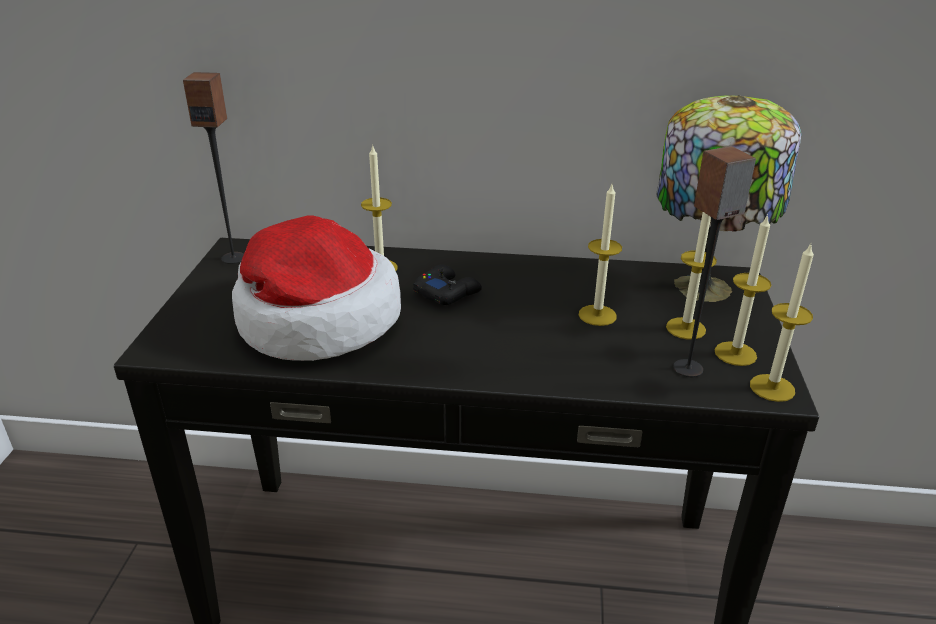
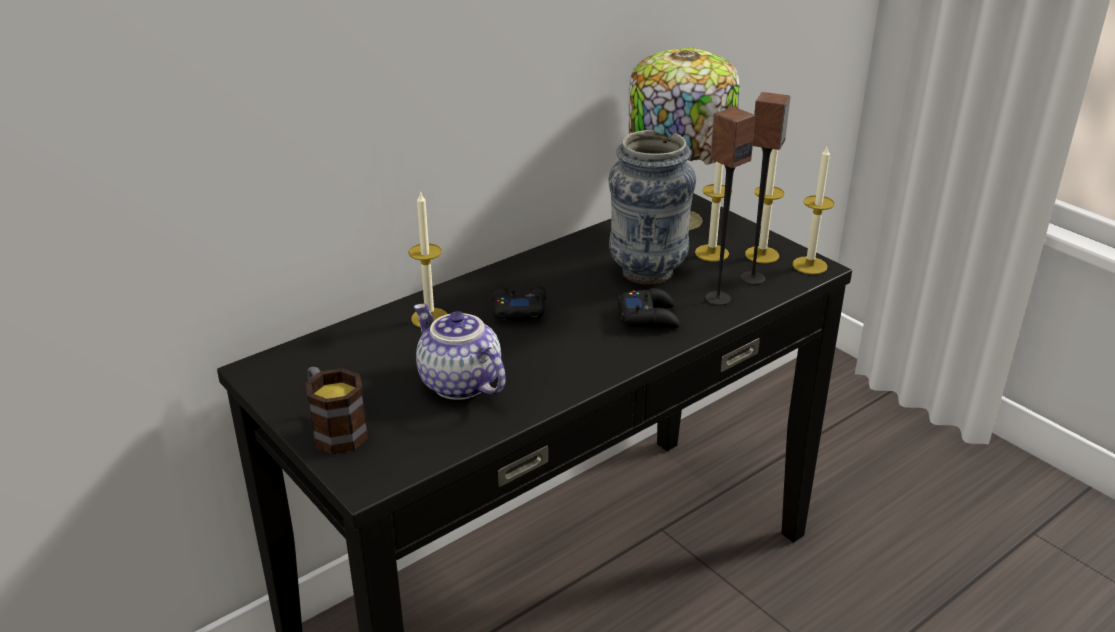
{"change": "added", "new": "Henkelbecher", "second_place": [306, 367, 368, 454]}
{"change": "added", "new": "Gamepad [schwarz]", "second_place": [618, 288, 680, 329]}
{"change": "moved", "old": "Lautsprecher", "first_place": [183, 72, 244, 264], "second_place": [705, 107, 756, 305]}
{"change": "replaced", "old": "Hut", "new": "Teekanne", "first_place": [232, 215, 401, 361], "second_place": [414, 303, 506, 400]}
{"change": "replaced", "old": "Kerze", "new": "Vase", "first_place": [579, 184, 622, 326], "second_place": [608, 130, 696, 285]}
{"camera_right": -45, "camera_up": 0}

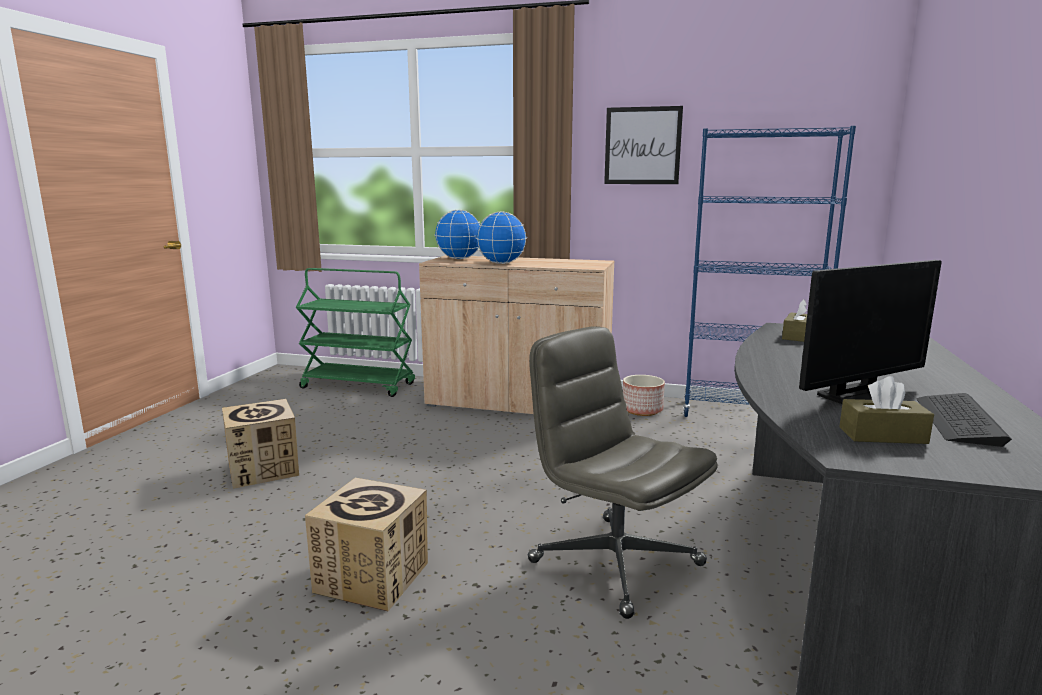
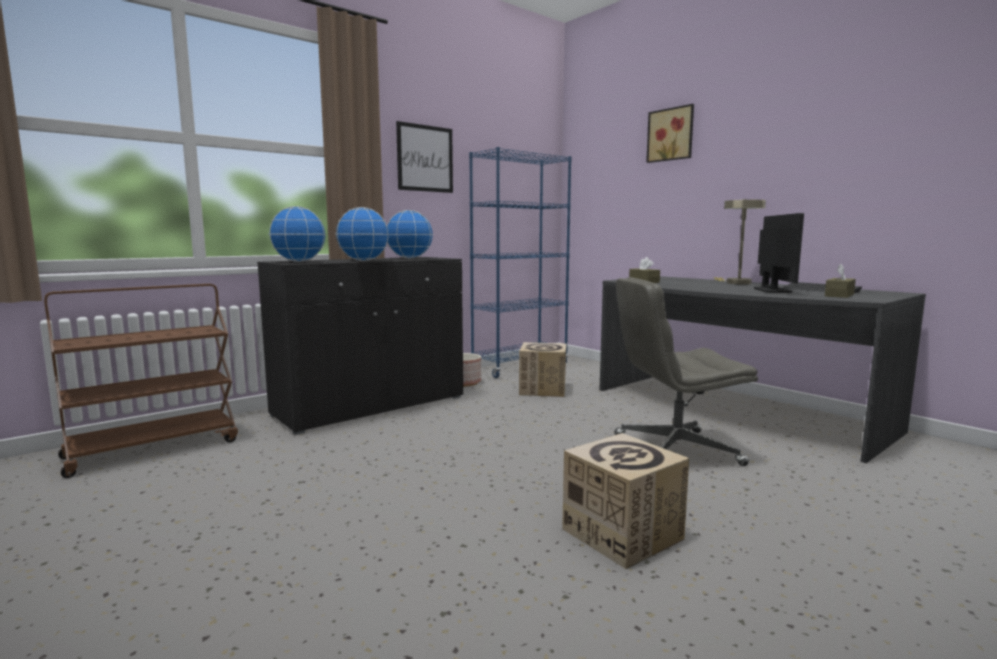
{"change": "added", "new": "Globus", "second_place": [387, 210, 433, 258]}
{"change": "added", "new": "Bild", "second_place": [646, 104, 694, 163]}
{"change": "added", "new": "Tischlampe [beige]", "second_place": [714, 199, 766, 284]}
{"change": "moved", "old": "Karton", "first_place": [222, 399, 299, 489], "second_place": [519, 342, 567, 397]}
{"change": "recoloured", "old": "Rollwagen [grün]", "new": "Rollwagen [braun]", "first_place": [296, 268, 415, 397], "second_place": [44, 284, 238, 478]}
{"change": "recoloured", "old": "Schrank [beige]", "new": "Schrank [schwarz]", "first_place": [419, 255, 614, 414], "second_place": [257, 257, 463, 435]}
{"camera_right": -55, "camera_up": -5}

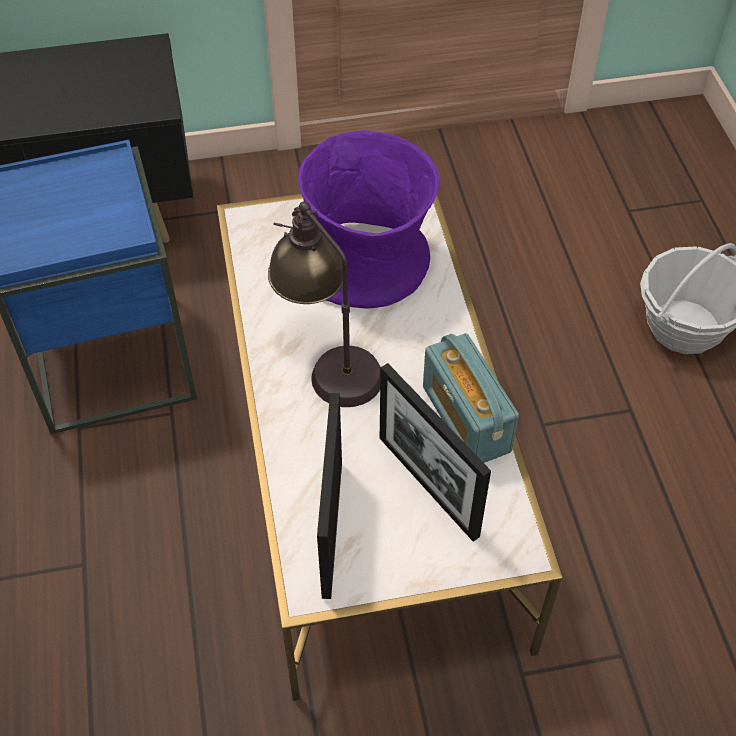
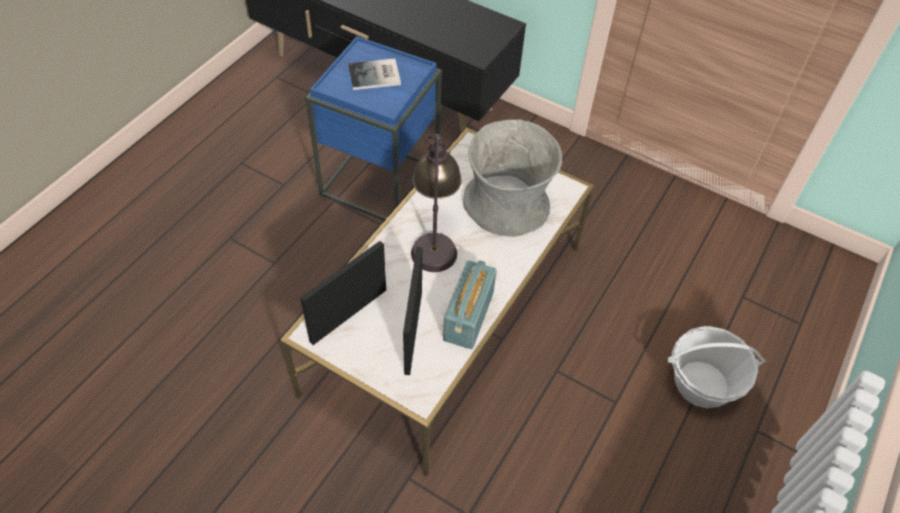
{"change": "added", "new": "Buch", "second_place": [348, 58, 401, 90]}
{"change": "recoloured", "old": "Vase [lila]", "new": "Vase [grau]", "first_place": [298, 130, 439, 309], "second_place": [463, 119, 562, 237]}
{"camera_right": 40, "camera_up": 0}

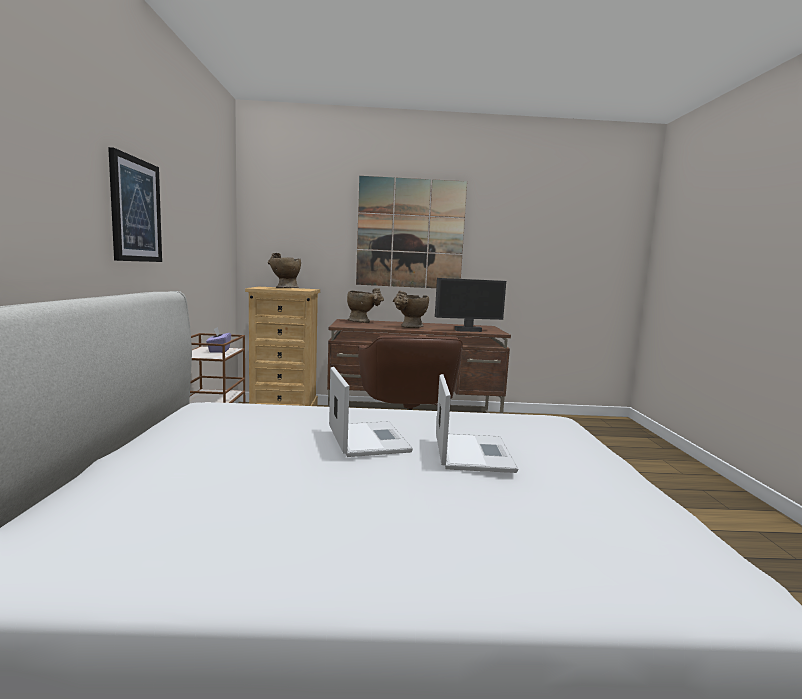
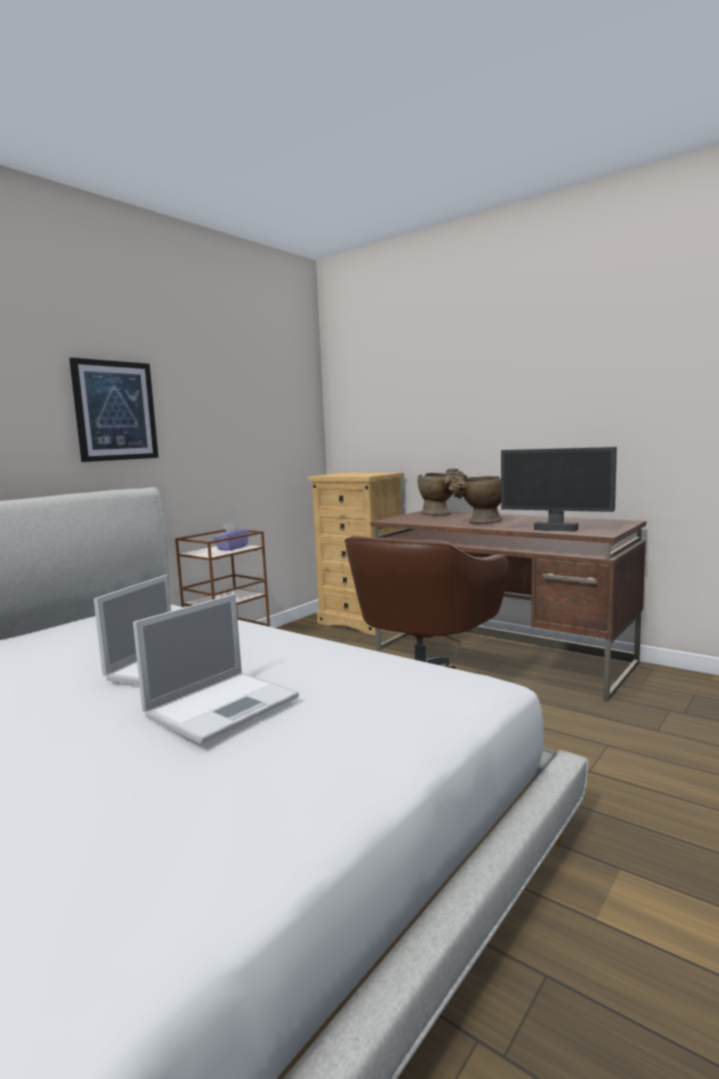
{"change": "removed", "old": "Vase [beige]", "first_place": [268, 253, 301, 288]}
{"change": "removed", "old": "Bild", "first_place": [356, 176, 467, 288]}
{"camera_right": 40, "camera_up": 0}

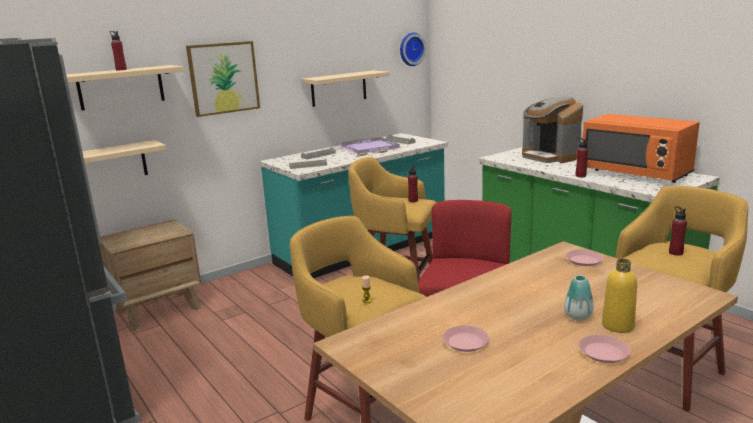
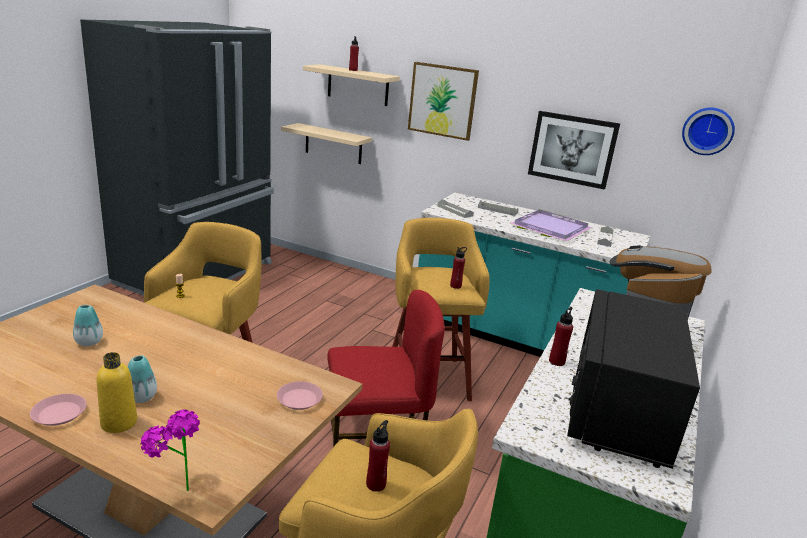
{"change": "removed", "old": "Nachttisch [braun]", "first_place": [99, 219, 201, 331]}
{"change": "added", "new": "Topfpflanze", "second_place": [140, 410, 200, 491]}
{"change": "replaced", "old": "Wandregal [beige]", "new": "Bild", "first_place": [301, 70, 390, 107], "second_place": [528, 111, 620, 190]}
{"change": "replaced", "old": "Teller [rosa]", "new": "Vase", "first_place": [443, 325, 490, 352], "second_place": [73, 305, 103, 346]}
{"change": "recoloured", "old": "Mikrowelle [orange]", "new": "Mikrowelle [schwarz]", "first_place": [583, 114, 700, 183], "second_place": [567, 289, 700, 469]}
{"camera_right": 60, "camera_up": 5}

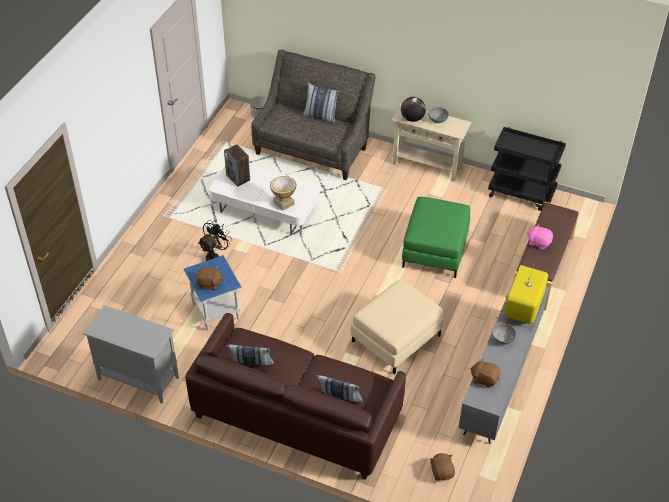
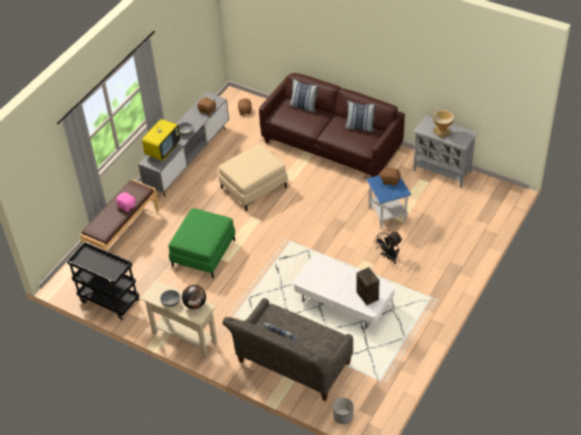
{"change": "moved", "old": "Vase", "first_place": [270, 176, 296, 211], "second_place": [432, 110, 454, 138]}
{"camera_right": -170, "camera_up": 0}

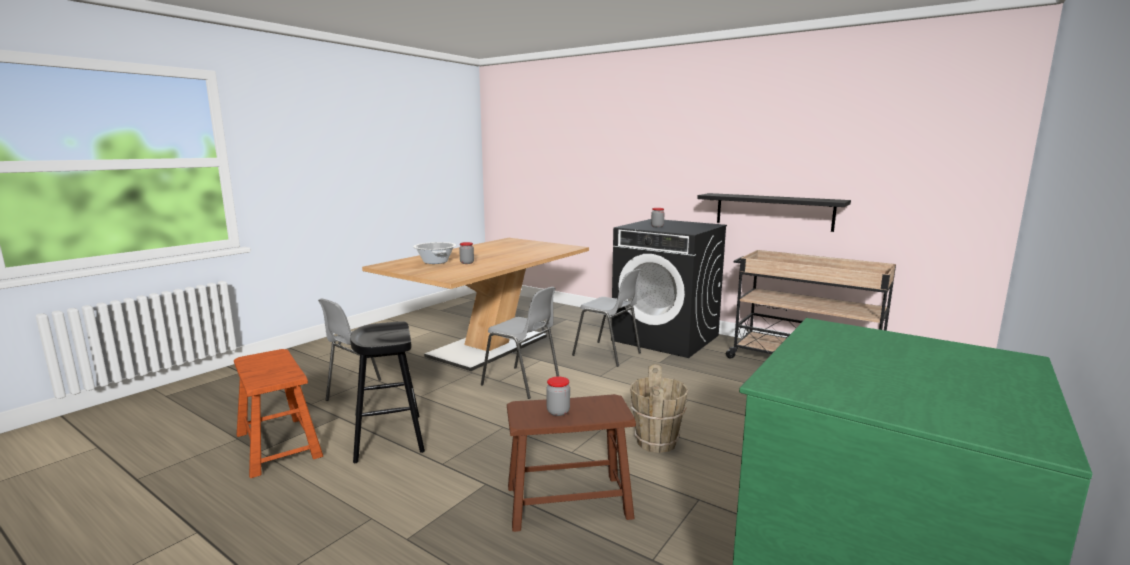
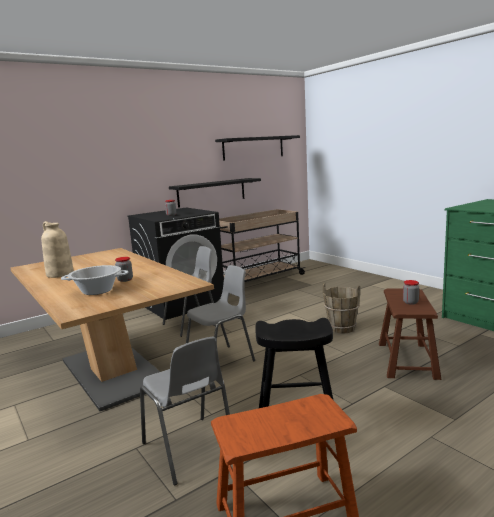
{"change": "added", "new": "Vase [beige]", "second_place": [41, 221, 74, 278]}
{"change": "added", "new": "Wandregal [schwarz]", "second_place": [215, 135, 300, 161]}
{"camera_right": -70, "camera_up": 0}

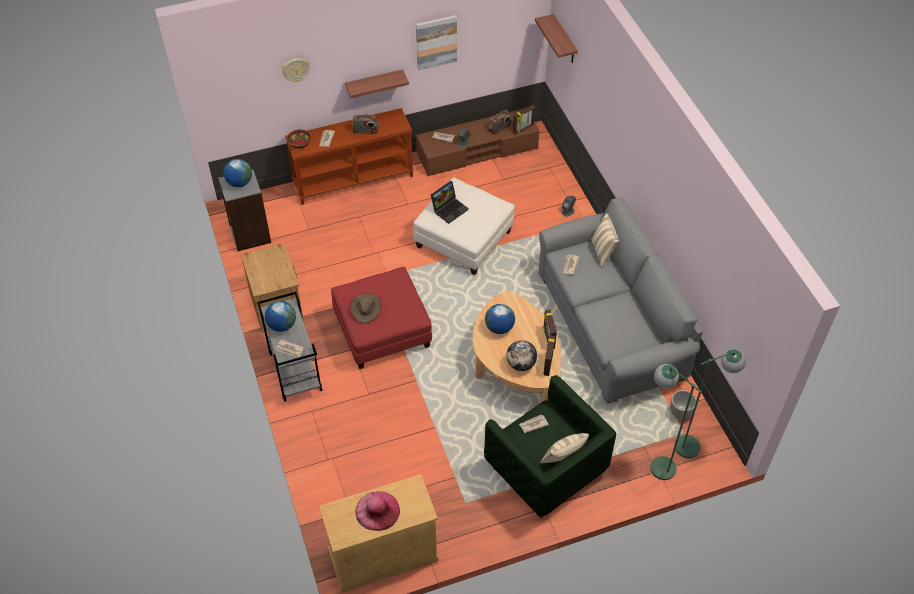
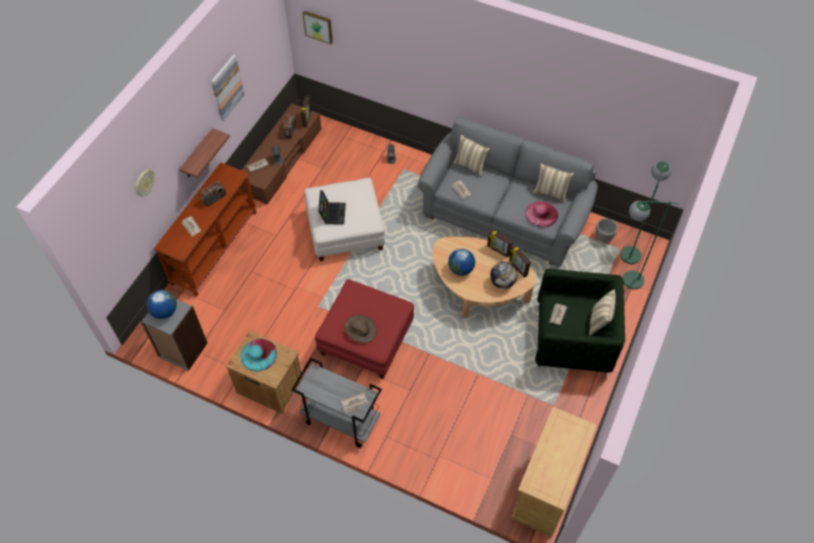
{"change": "removed", "old": "Globus", "first_place": [265, 301, 296, 332]}
{"change": "removed", "old": "Schüssel", "first_place": [287, 129, 311, 149]}
{"change": "added", "new": "Hut [türkis]", "second_place": [240, 339, 277, 371]}
{"change": "added", "new": "Kissen [beige]", "second_place": [533, 163, 574, 203]}
{"change": "moved", "old": "Hut [rosa]", "first_place": [355, 491, 400, 531], "second_place": [525, 201, 558, 228]}
{"change": "replaced", "old": "Wandregal", "new": "Bild", "first_place": [535, 14, 578, 63], "second_place": [303, 11, 333, 44]}
{"camera_right": -45, "camera_up": 5}

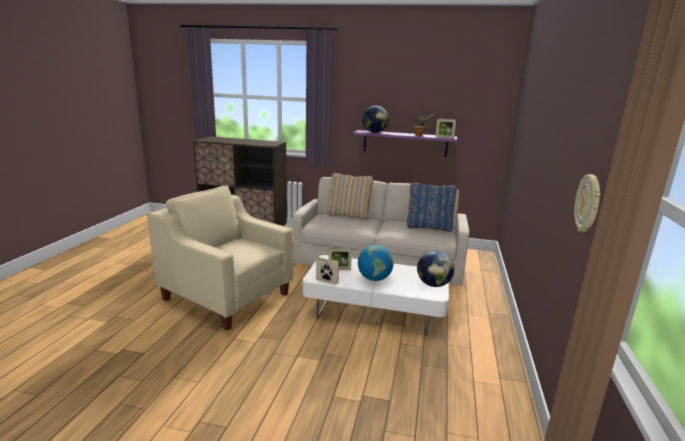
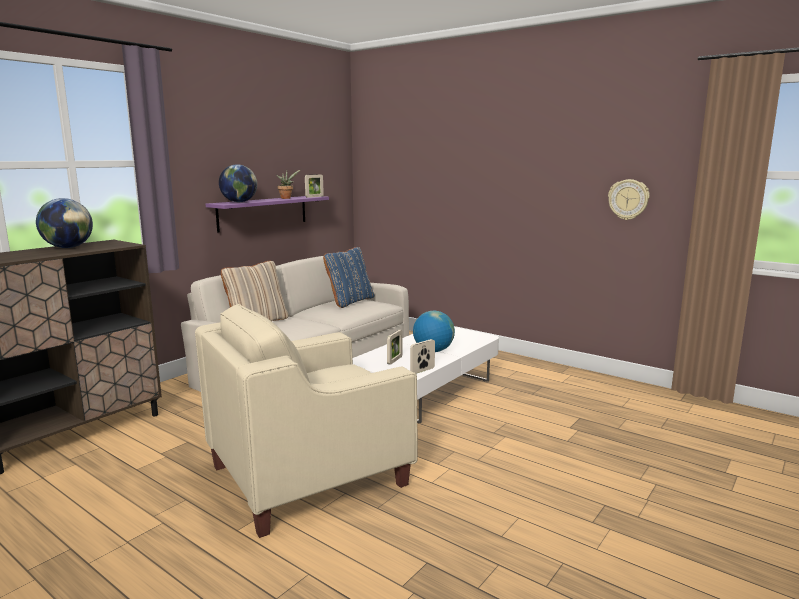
{"change": "moved", "old": "Globus", "first_place": [417, 250, 454, 287], "second_place": [36, 198, 93, 248]}
{"camera_right": -65, "camera_up": -5}

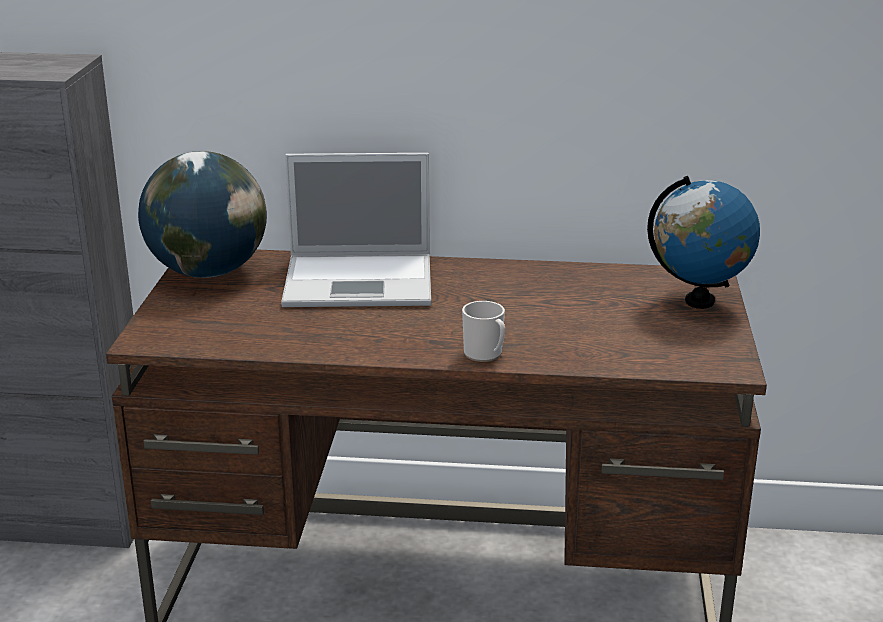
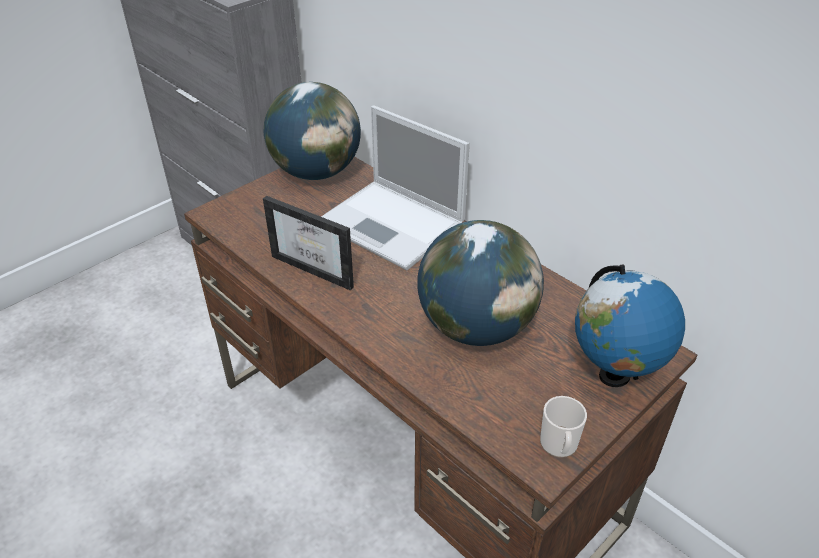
{"change": "added", "new": "Bilderrahmen", "second_place": [263, 196, 354, 291]}
{"change": "added", "new": "Globus", "second_place": [417, 220, 544, 346]}
{"change": "moved", "old": "Henkelbecher", "first_place": [462, 301, 505, 362], "second_place": [540, 396, 587, 458]}
{"camera_right": 40, "camera_up": 15}

